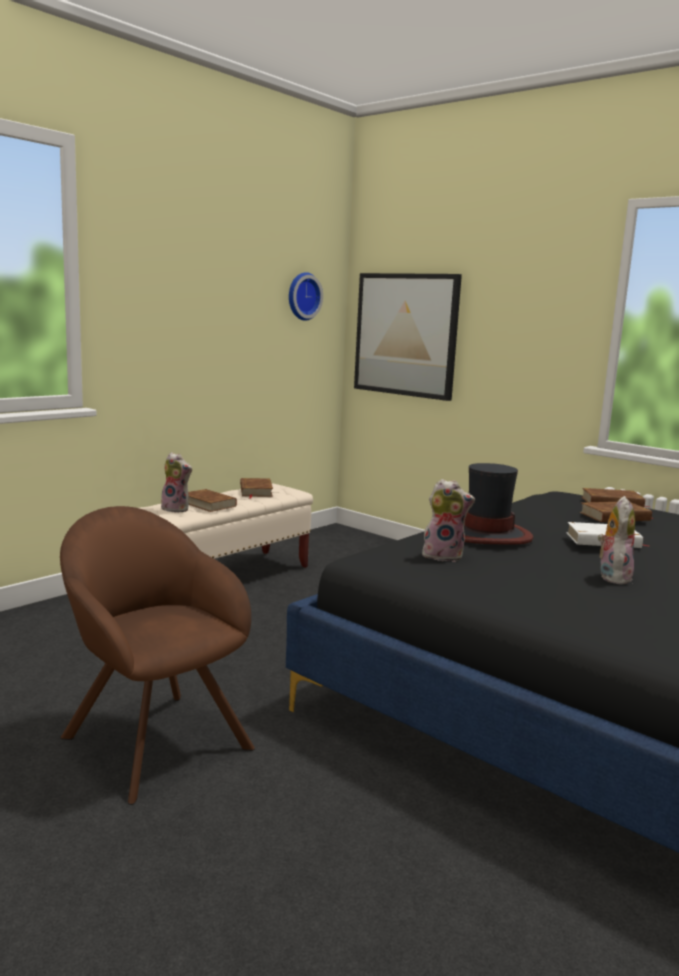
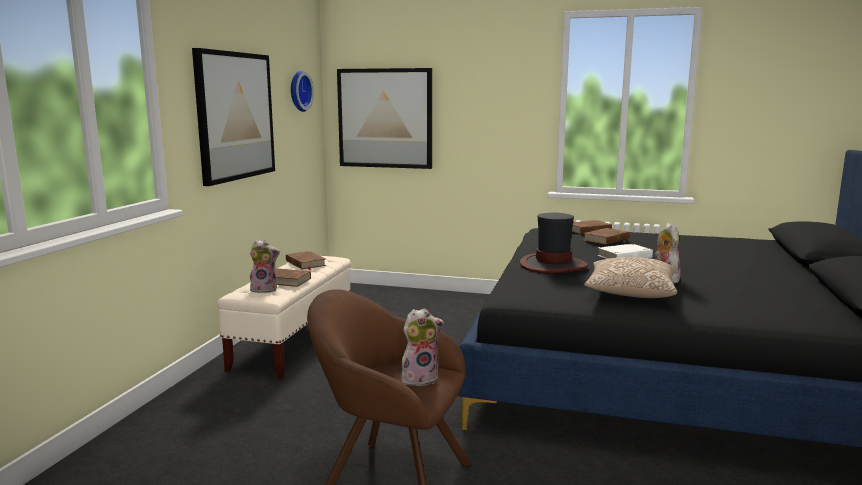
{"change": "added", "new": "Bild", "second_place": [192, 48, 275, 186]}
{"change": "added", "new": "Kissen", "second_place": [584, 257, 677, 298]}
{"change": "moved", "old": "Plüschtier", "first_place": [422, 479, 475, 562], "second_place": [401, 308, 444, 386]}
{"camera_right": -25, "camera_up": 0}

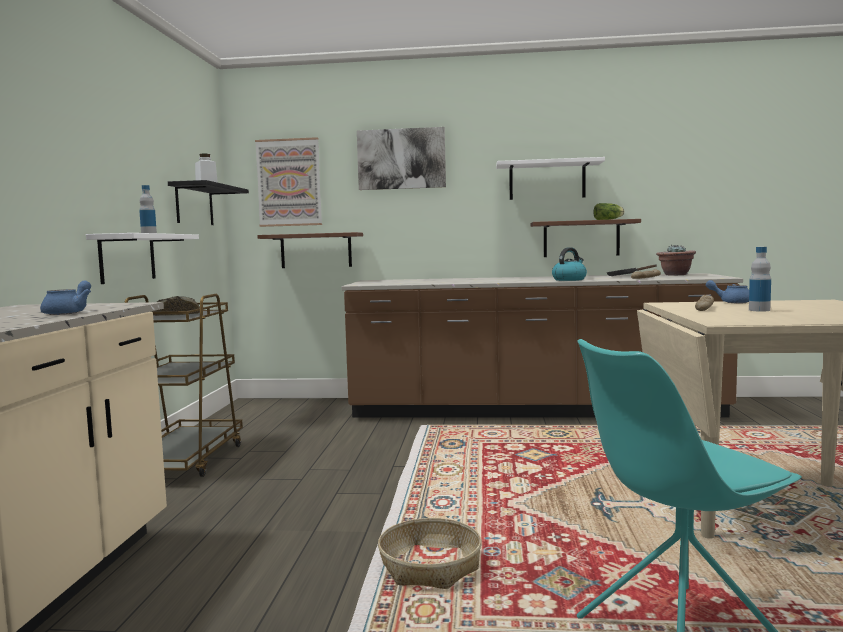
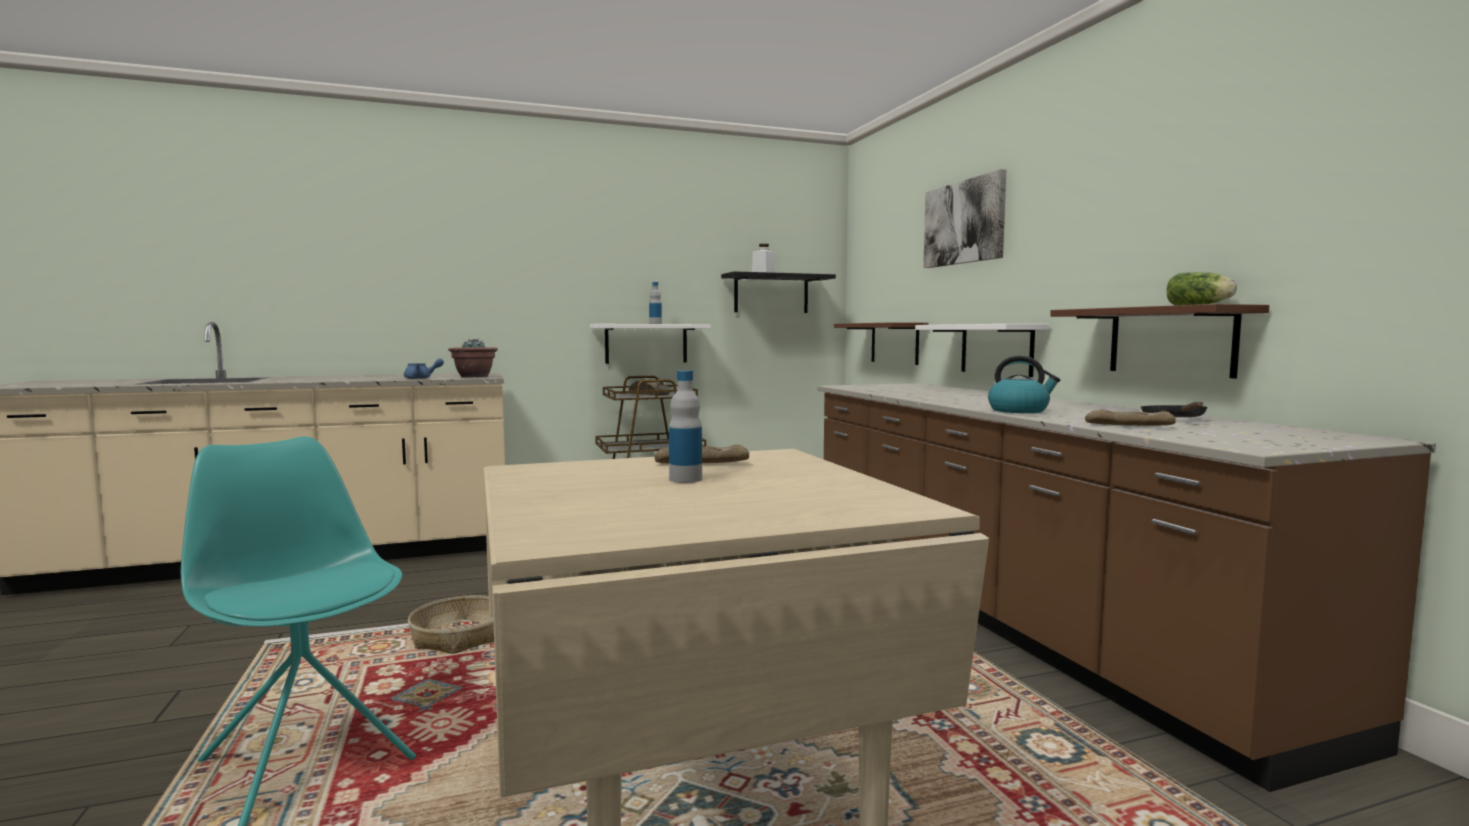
{"change": "removed", "old": "Bild", "first_place": [255, 137, 322, 227]}
{"change": "removed", "old": "Teekanne [blau]", "first_place": [706, 280, 749, 303]}
{"change": "moved", "old": "Wandregal [weiß]", "first_place": [496, 157, 605, 200], "second_place": [915, 324, 1050, 377]}
{"change": "moved", "old": "Topfpflanze", "first_place": [656, 245, 696, 276], "second_place": [448, 339, 498, 378]}
{"camera_right": 65, "camera_up": 0}

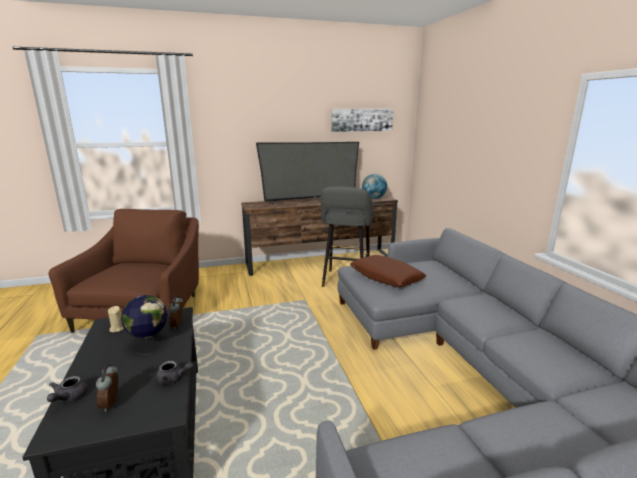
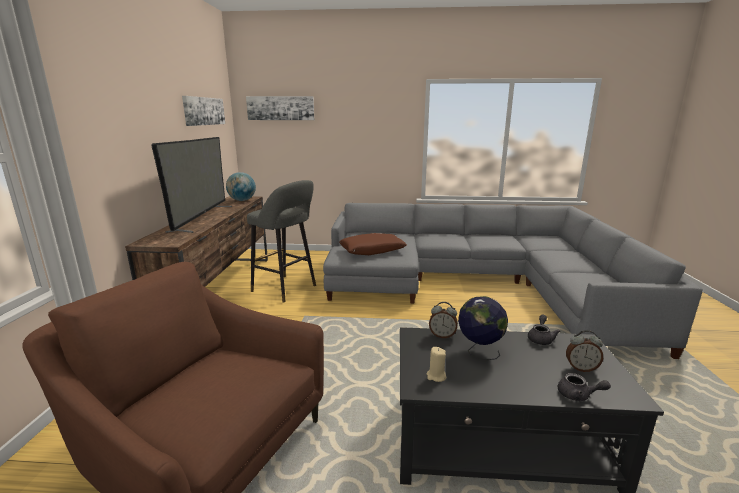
{"change": "added", "new": "Bild", "second_place": [246, 96, 314, 120]}
{"camera_right": -70, "camera_up": 0}

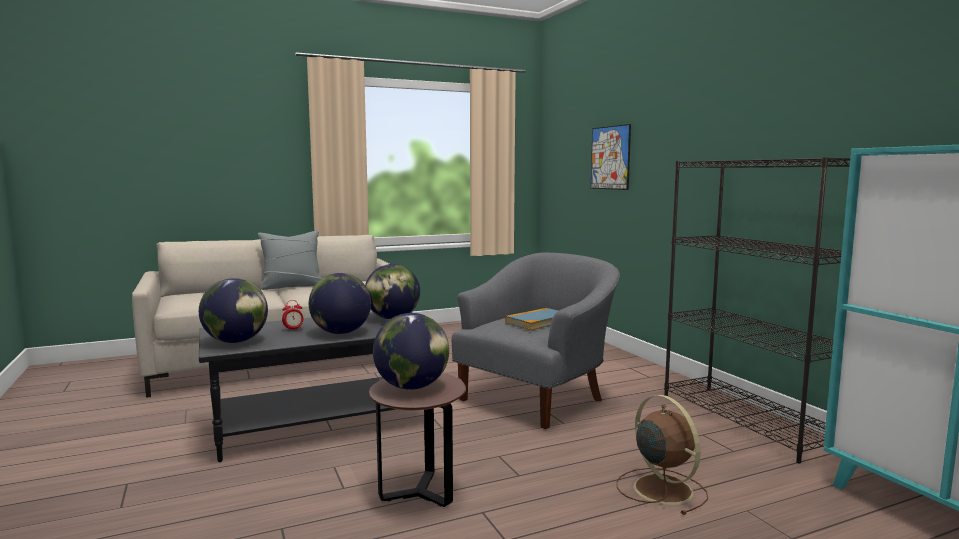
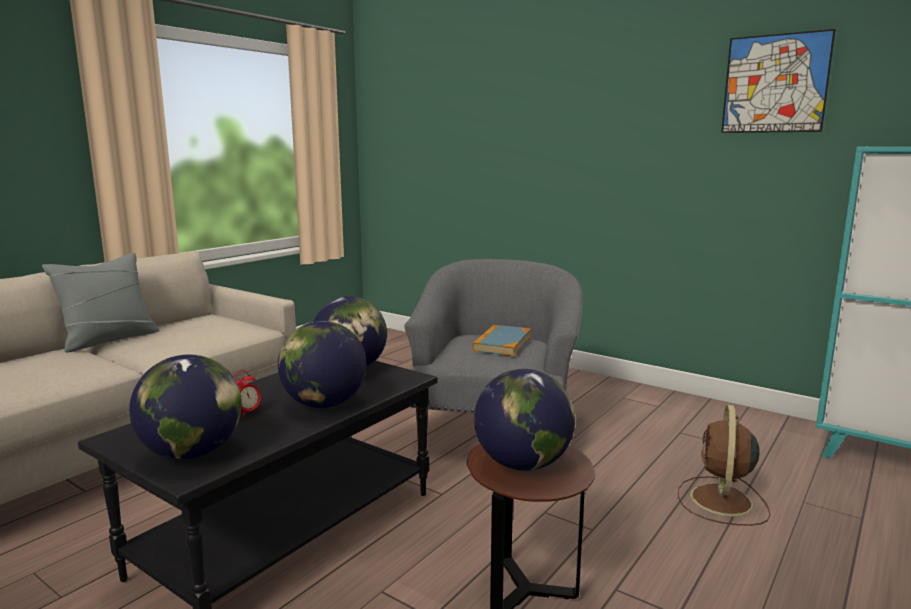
{"change": "removed", "old": "Bücherregal [schwarz]", "first_place": [664, 157, 850, 464]}
{"change": "moved", "old": "Bild", "first_place": [591, 124, 631, 190], "second_place": [721, 29, 835, 133]}
{"change": "turned", "old": "Ventilator [braun]", "first_place": [616, 395, 708, 515], "second_place": [678, 405, 771, 526], "degrees": -105}
{"camera_right": -30, "camera_up": 5}

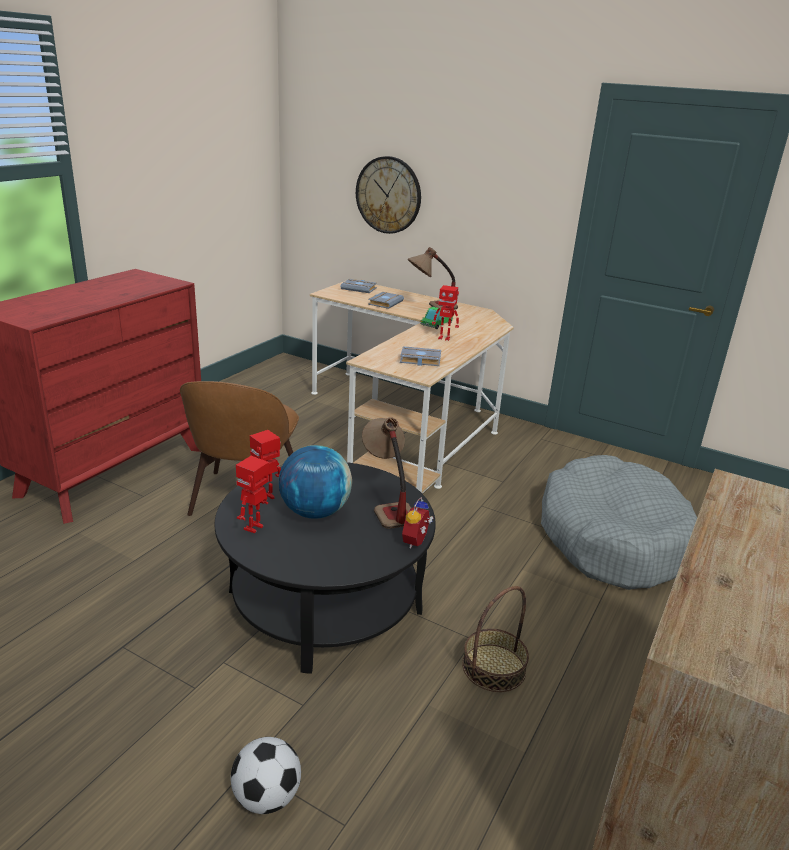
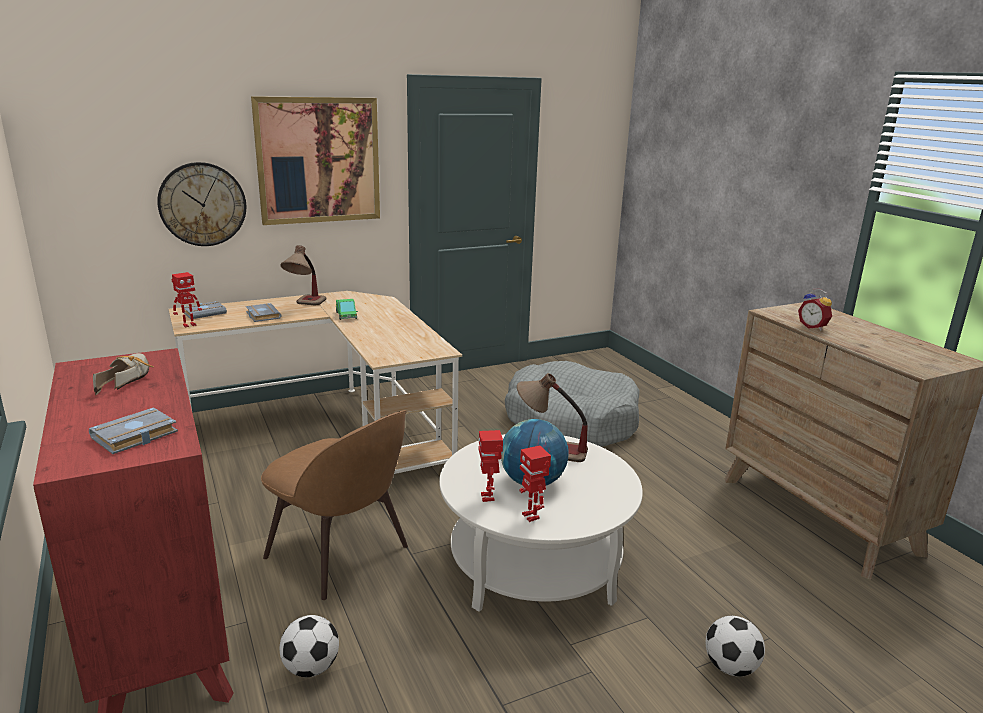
{"change": "removed", "old": "Korb", "first_place": [462, 586, 529, 692]}
{"change": "added", "new": "Schuh", "second_place": [93, 353, 153, 396]}
{"change": "added", "new": "Bild", "second_place": [251, 96, 380, 225]}
{"change": "added", "new": "Fußball", "second_place": [280, 615, 339, 677]}
{"change": "moved", "old": "Buch [grau]", "first_place": [400, 346, 441, 366], "second_place": [89, 407, 178, 454]}
{"change": "moved", "old": "Wecker", "first_place": [402, 497, 434, 549], "second_place": [798, 289, 832, 331]}
{"change": "moved", "old": "Spielzeugroboter", "first_place": [432, 285, 459, 341], "second_place": [172, 272, 202, 328]}
{"change": "recoloured", "old": "Couchtisch [schwarz]", "new": "Couchtisch [weiß]", "first_place": [215, 462, 436, 674], "second_place": [439, 434, 643, 612]}
{"camera_right": -55, "camera_up": -5}

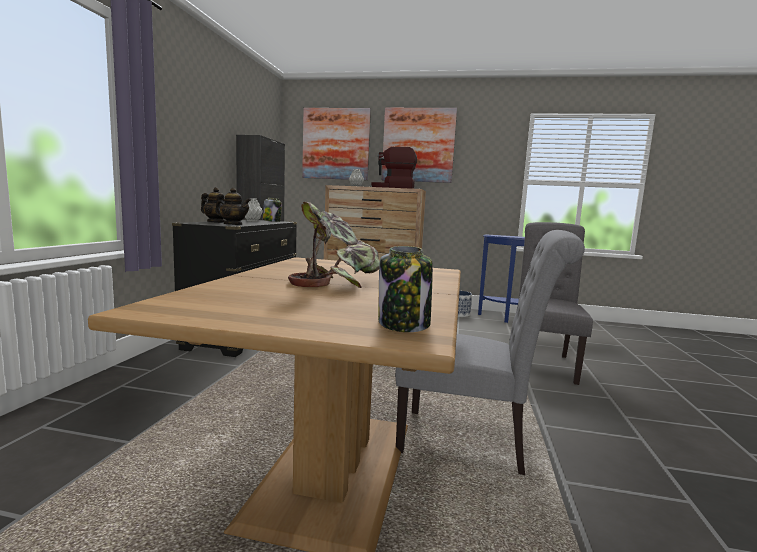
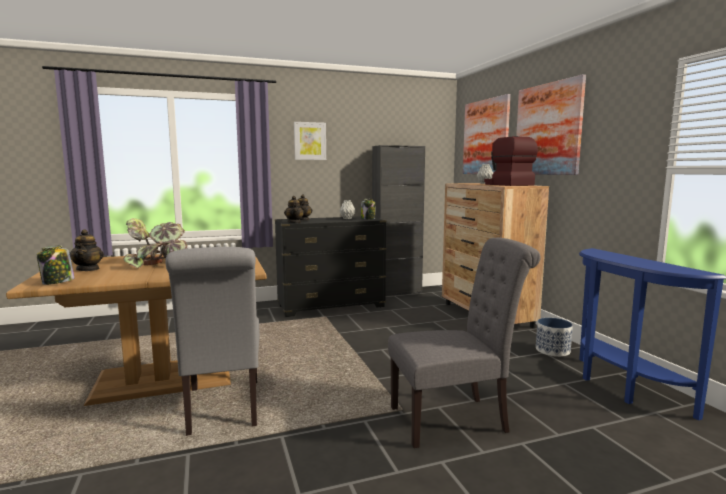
{"change": "added", "new": "Teekanne", "second_place": [70, 229, 104, 271]}
{"change": "added", "new": "Bild", "second_place": [294, 122, 326, 160]}
{"camera_right": 60, "camera_up": 0}

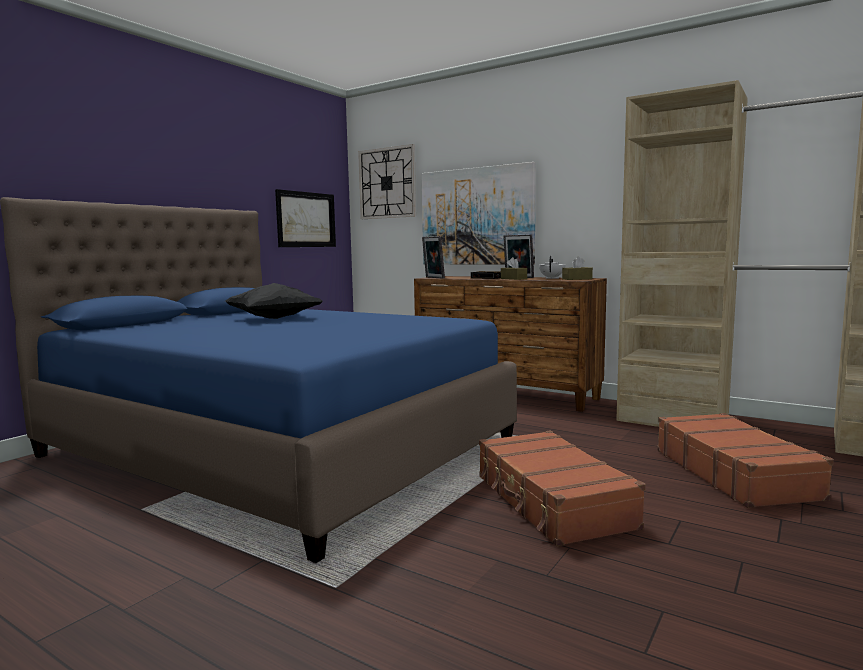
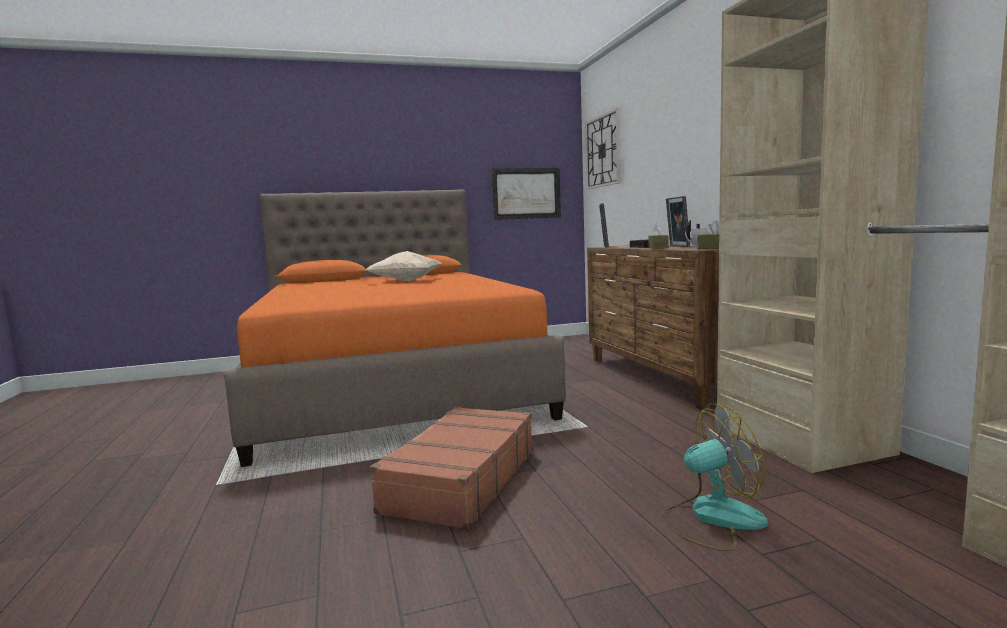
{"change": "removed", "old": "Bild", "first_place": [422, 162, 536, 264]}
{"change": "replaced", "old": "Koffer [braun]", "new": "Ventilator", "first_place": [657, 413, 834, 508], "second_place": [660, 404, 768, 551]}
{"change": "recoloured", "old": "Bett [blau]", "new": "Bett [orange]", "first_place": [0, 197, 517, 563], "second_place": [224, 189, 566, 467]}
{"change": "recoloured", "old": "Kissen [schwarz]", "new": "Kissen [beige]", "first_place": [225, 283, 323, 319], "second_place": [365, 251, 442, 281]}
{"camera_right": 40, "camera_up": 0}

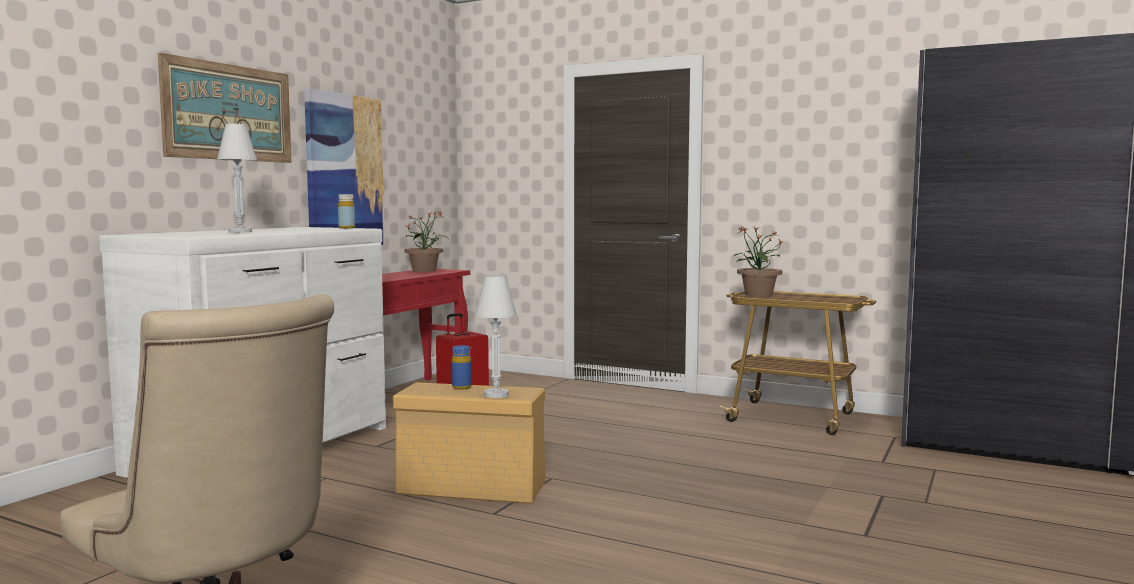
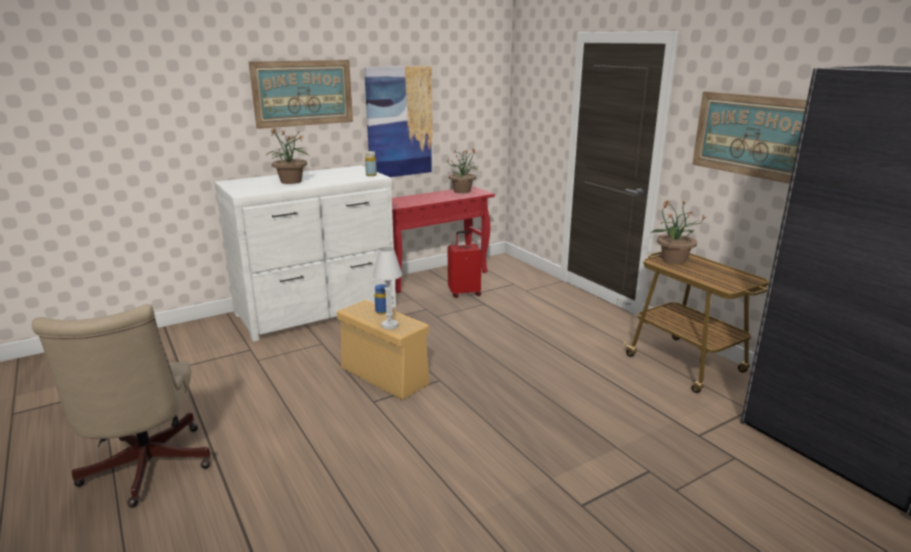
{"change": "added", "new": "Bild", "second_place": [692, 91, 807, 184]}
{"change": "replaced", "old": "Tischlampe [weiß]", "new": "Topfpflanze", "first_place": [217, 124, 257, 233], "second_place": [266, 128, 309, 184]}
{"camera_right": 30, "camera_up": 15}

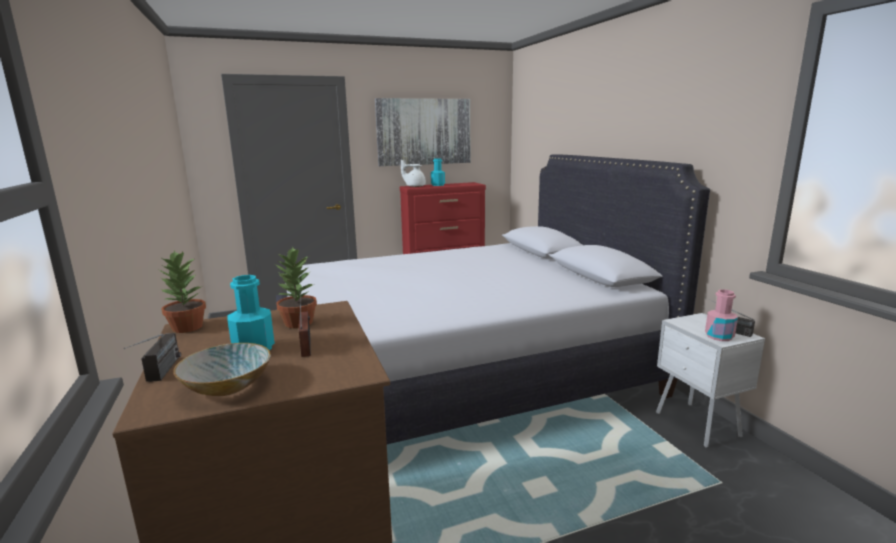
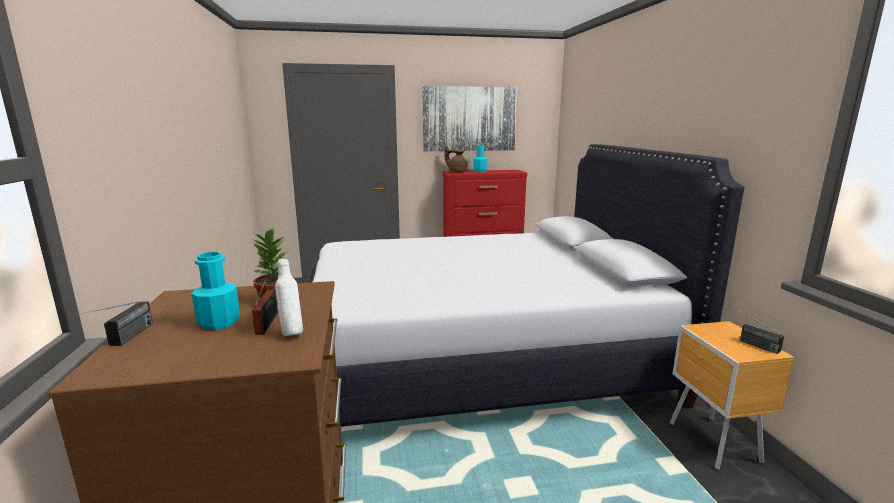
{"change": "removed", "old": "Topfpflanze", "first_place": [157, 250, 206, 333]}
{"change": "removed", "old": "Schüssel", "first_place": [173, 343, 271, 396]}
{"change": "removed", "old": "Flasche [rosa]", "first_place": [705, 289, 738, 341]}
{"change": "added", "new": "Flasche [weiß]", "second_place": [275, 259, 303, 336]}
{"change": "recoloured", "old": "Teekanne [weiß]", "new": "Teekanne [braun]", "first_place": [401, 160, 426, 187], "second_place": [444, 146, 468, 172]}
{"change": "recoloured", "old": "Nachttisch [weiß]", "new": "Nachttisch [braun]", "first_place": [656, 313, 765, 448], "second_place": [670, 321, 795, 470]}
{"camera_right": 10, "camera_up": 0}

